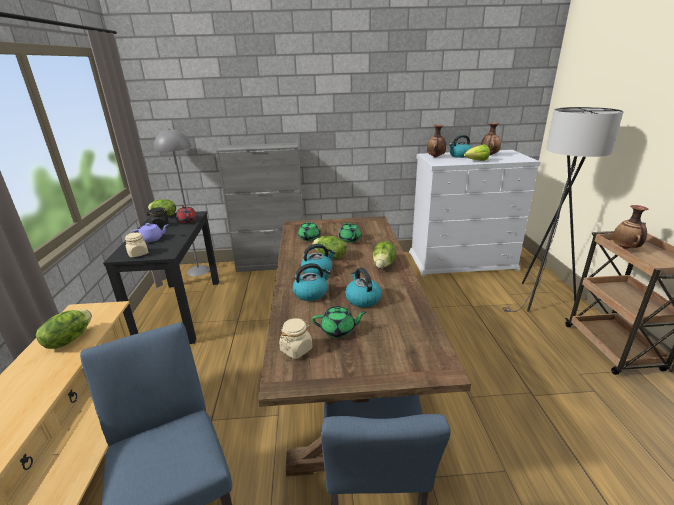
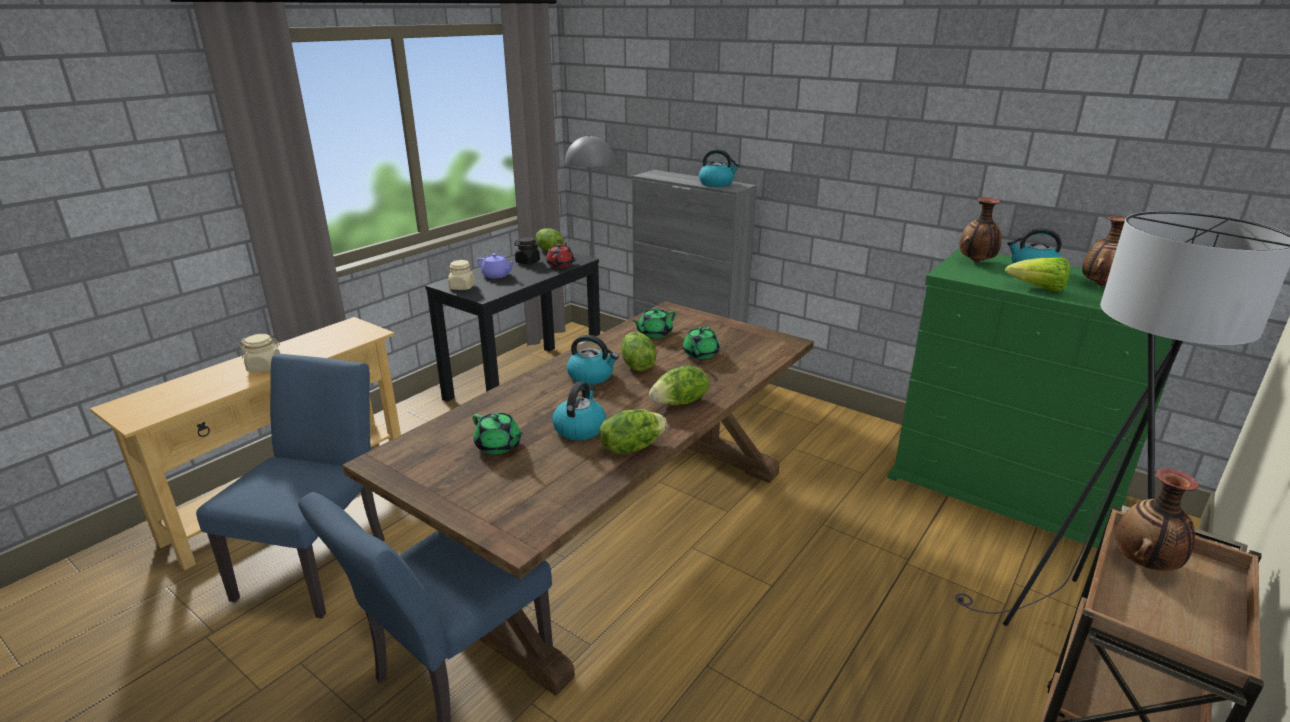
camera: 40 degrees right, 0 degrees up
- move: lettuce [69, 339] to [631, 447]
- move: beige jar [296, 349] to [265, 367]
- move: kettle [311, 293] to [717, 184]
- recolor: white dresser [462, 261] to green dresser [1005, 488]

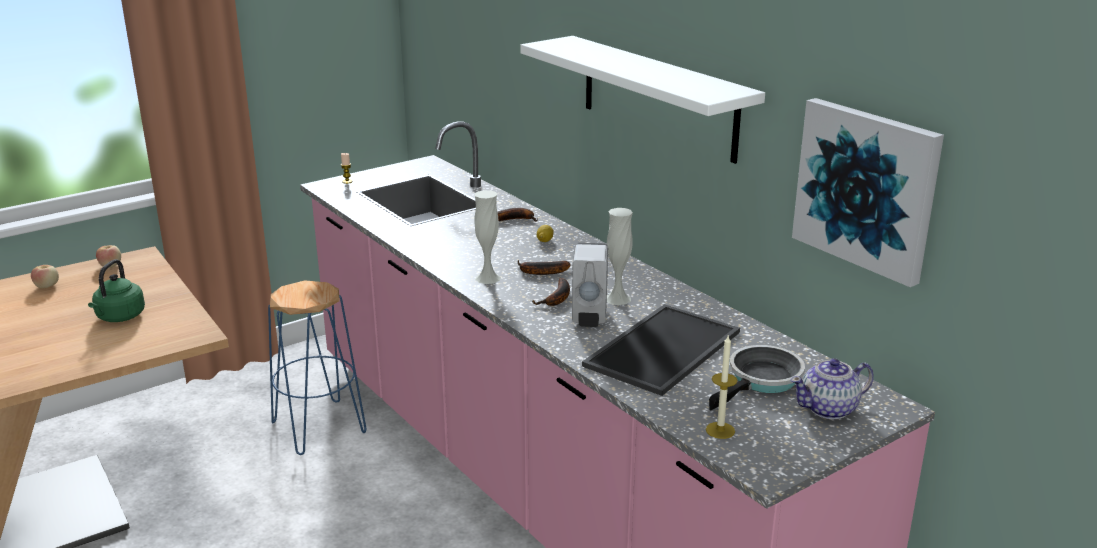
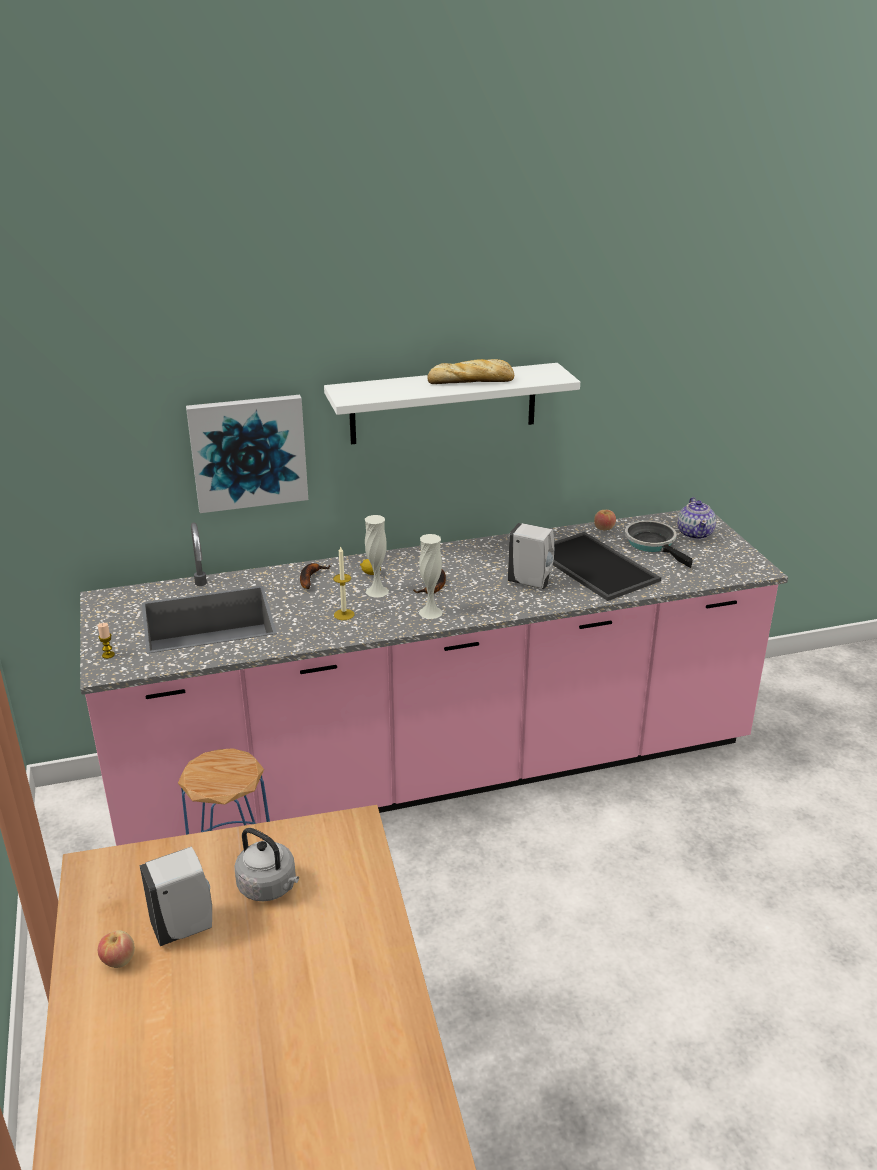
camera: 70 degrees left, 5 degrees up
- delete: banana [557, 299]
- insert: white soap dispenser [185, 926]
- insert: bread [472, 381]
- move: apple [110, 265] to [604, 528]
- move: white vase [617, 299] to [377, 591]
- move: candle [720, 430] to [344, 614]
- move: picture [866, 188] to [248, 452]
- recolor: green kettle [119, 317] to grey kettle [269, 887]

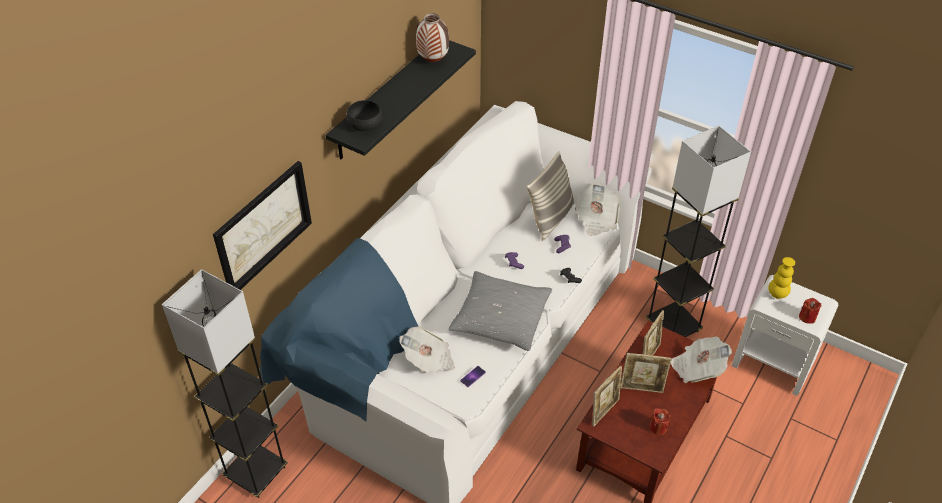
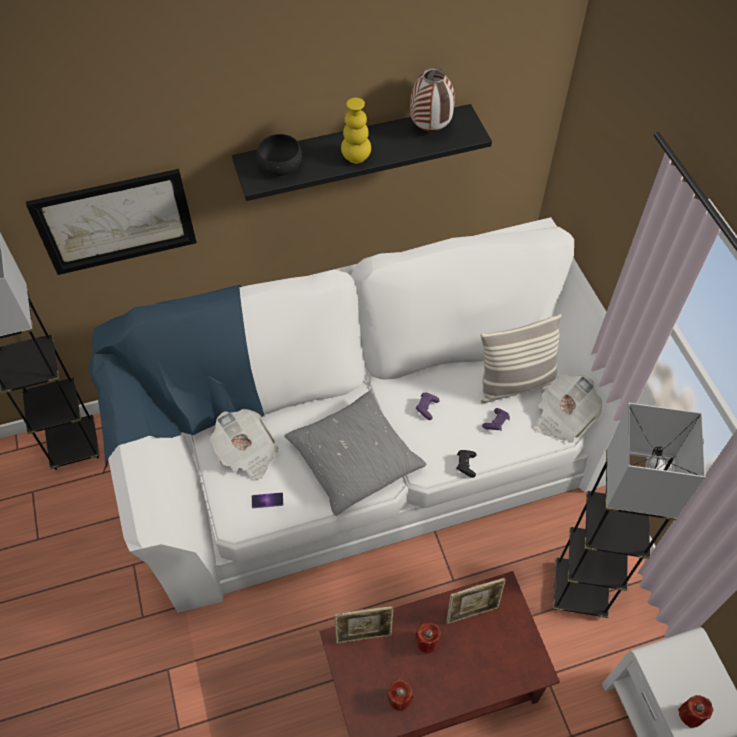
camera: 40 degrees right, 10 degrees up
- delete: newspaper [697, 368]
- move: yellow vase [777, 294] to [356, 157]
- replace: picture frame [642, 388] to red candle [427, 642]

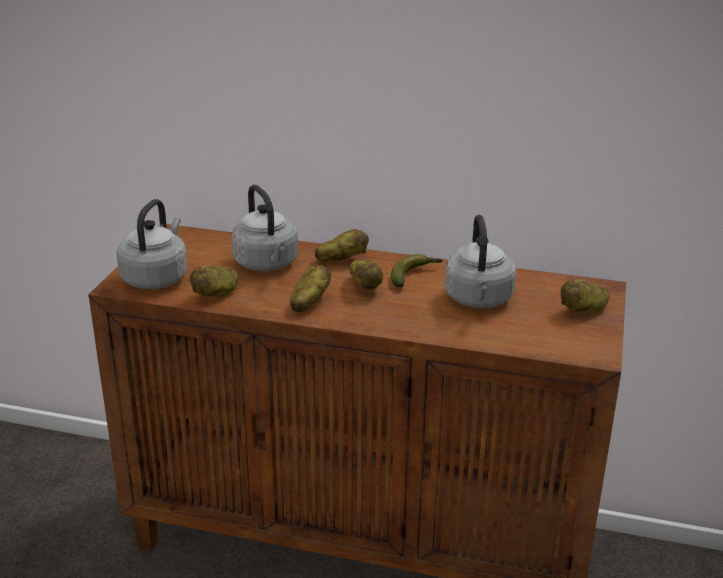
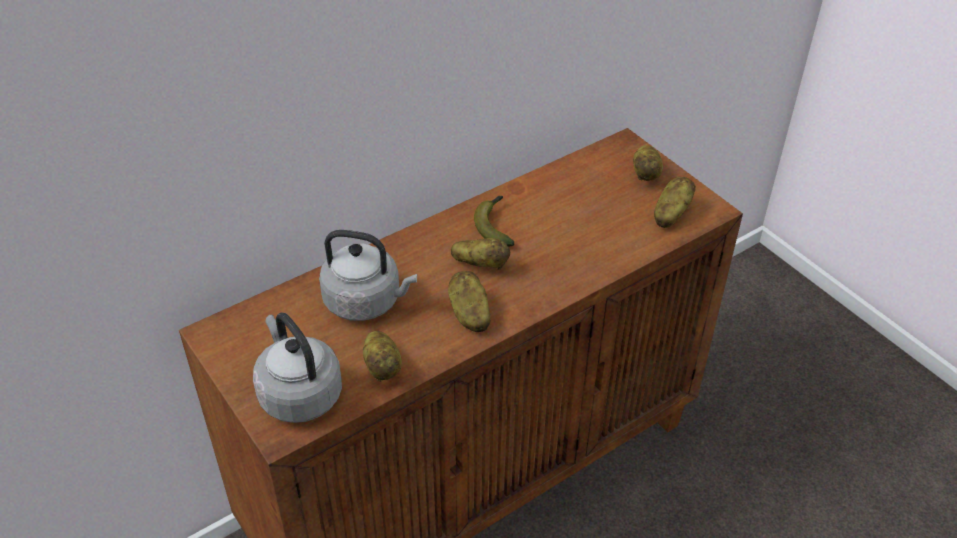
camera: 50 degrees left, 15 degrees up
- delete: grey kettle [478, 300]
- move: potato [342, 260] to [670, 214]

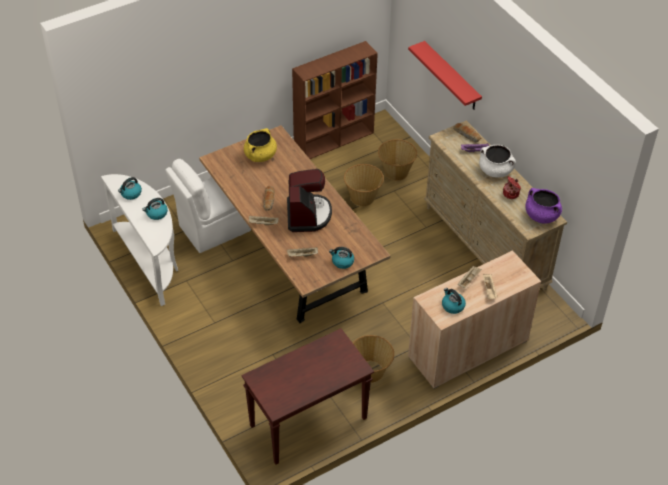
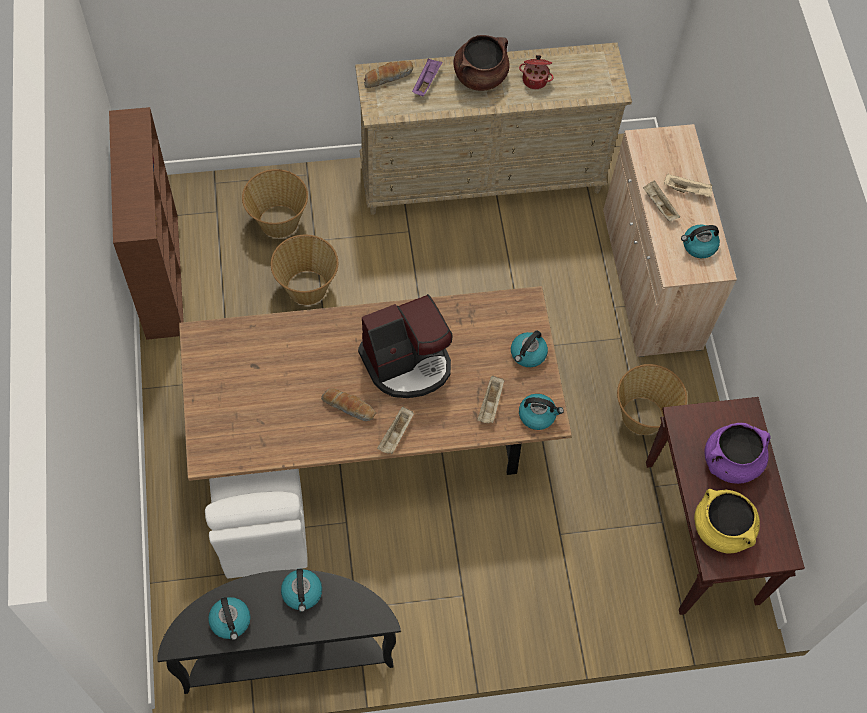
camera: 70 degrees left, 15 degrees up
- delete: red shelf [451, 77]
- insert: kettle [537, 415]
- move: yellow cooking pot [260, 156] to [722, 528]
- move: purple cooking pot [541, 216] to [731, 462]
- recolor: white console table [151, 261] to black console table [287, 652]
- recolor: white cooking pot [495, 171] to brown cooking pot [480, 76]
- rotate: coffee machine [308, 215] = [407, 363] 135 degrees clockwise

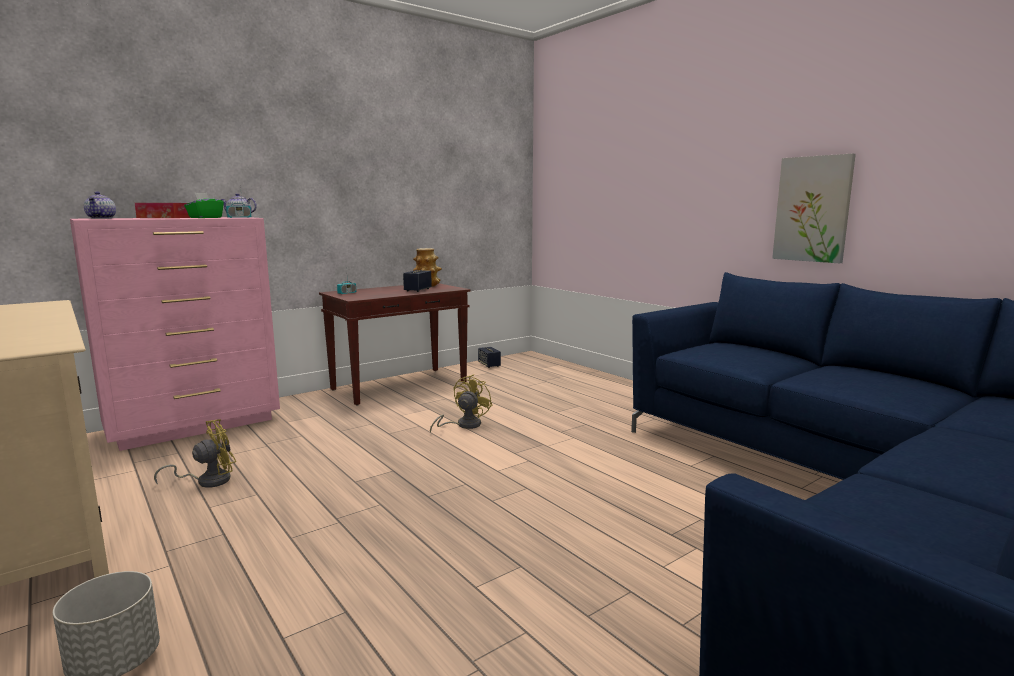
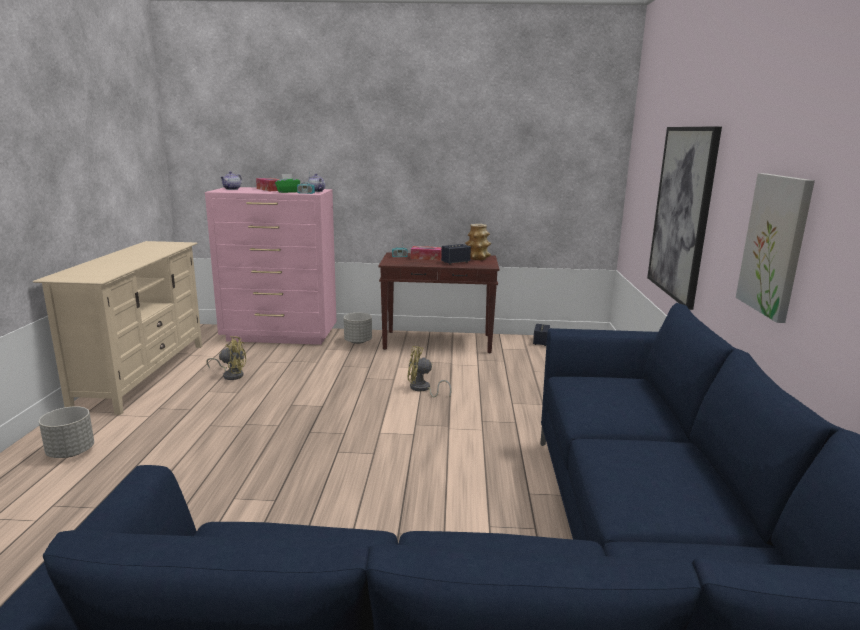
camera: 40 degrees right, 5 degrees up
- insert: grey planter [358, 341]
- insert: tissue box [426, 258]
- insert: picture [682, 213]
- rotate: yellow fan [463, 425] = [422, 389] 150 degrees counterclockwise

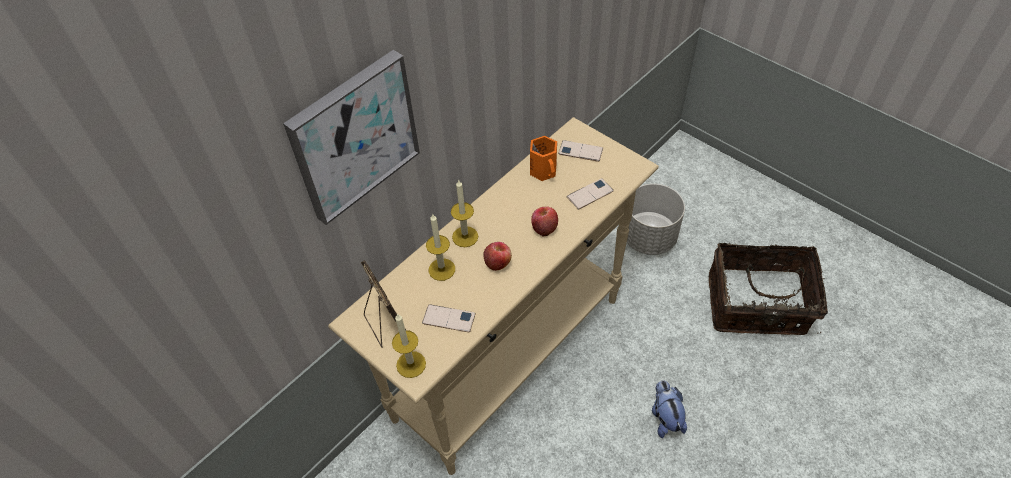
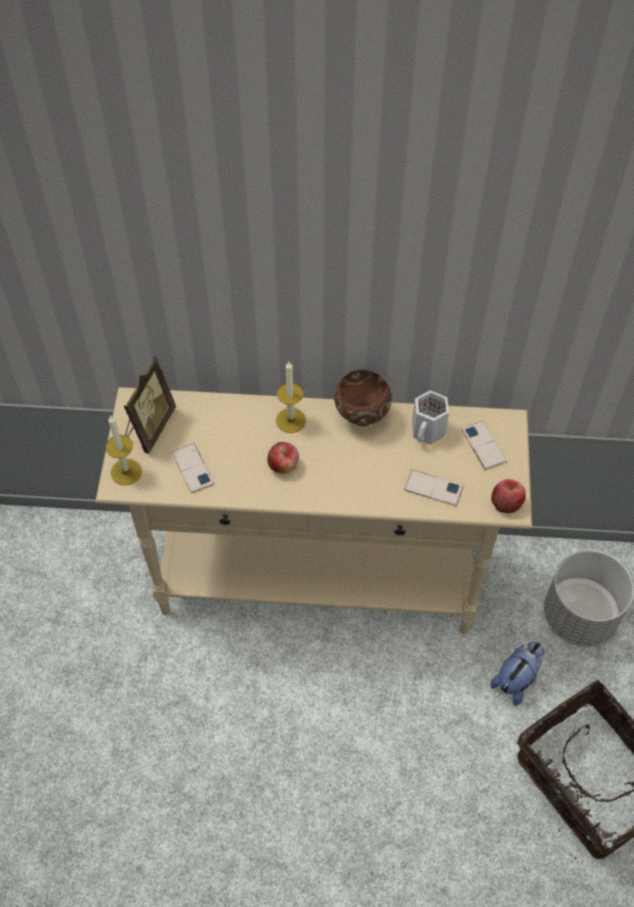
camera: 50 degrees right, 5 degrees up
- delete: picture [353, 136]
- delete: candle [441, 269]
- insert: brown bowl [360, 417]
- move: apple [544, 228] to [506, 503]
- move: plush toy [665, 417] to [516, 679]
- recolor: orange mug [544, 170] to white mug [428, 431]

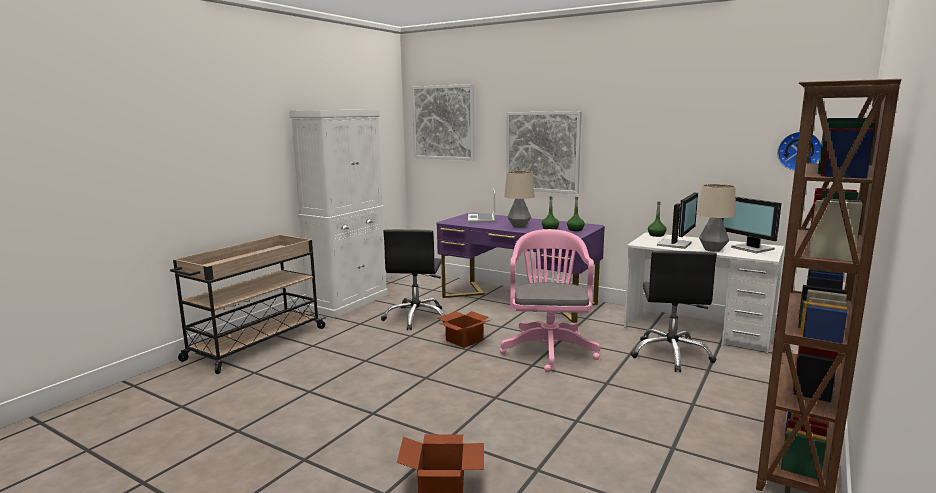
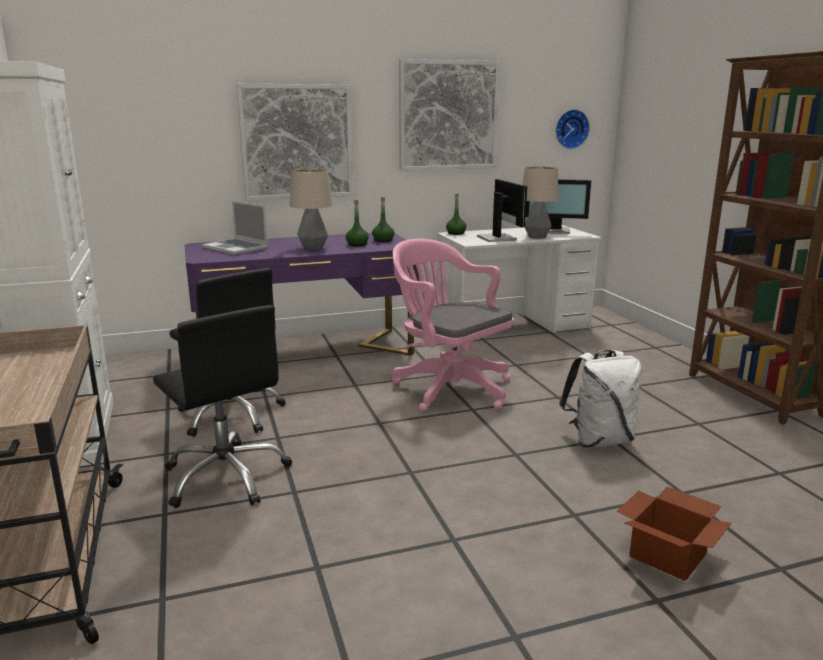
camera: 50 degrees left, 5 degrees up
- delete: cardboard box [464, 340]
- insert: white backpack [599, 440]
- move: picture [443, 122] to [448, 115]
- move: black office chair [671, 354] to [226, 476]

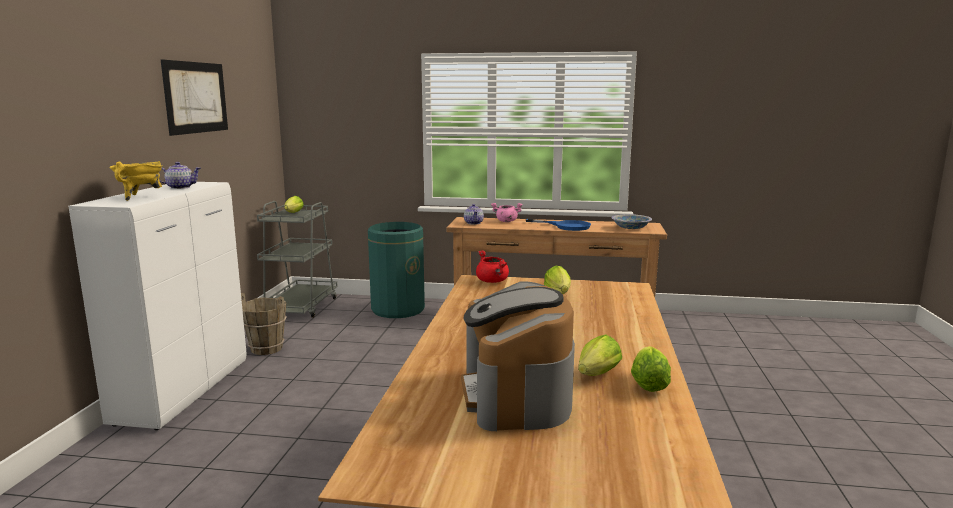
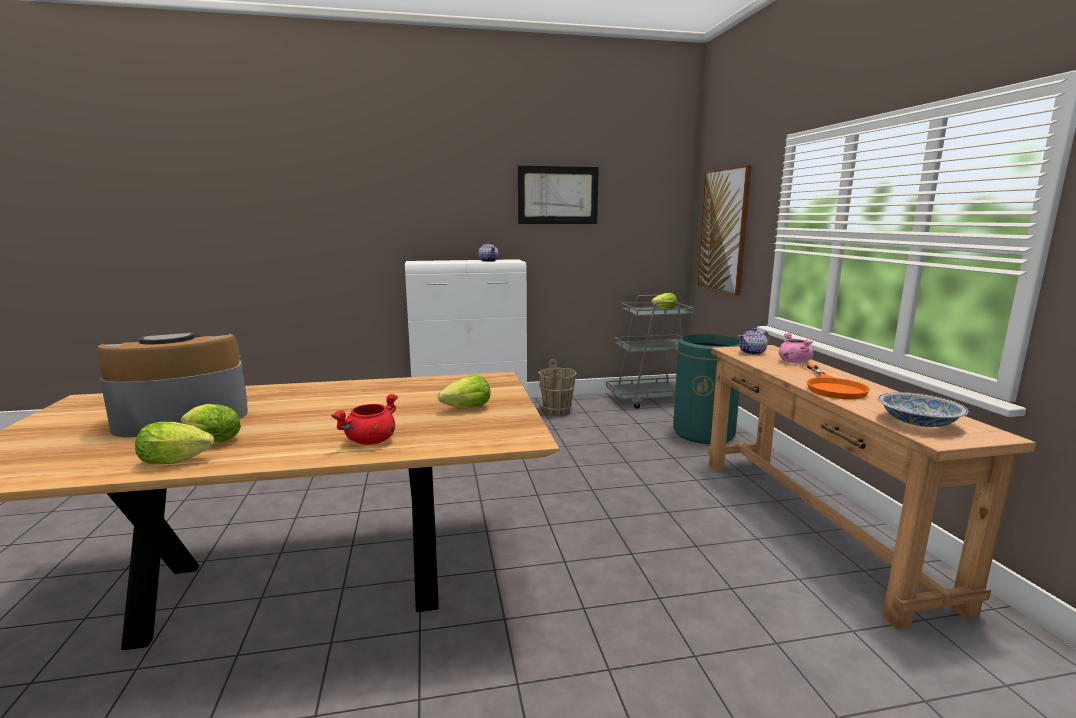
camera: 70 degrees right, 0 degrees up
- delete: yellow cooking pot [140, 197]
- insert: picture [724, 231]
- move: red cooking pot [493, 281] to [370, 441]
- recolor: blue frying pan [566, 226] to orange frying pan [833, 387]

